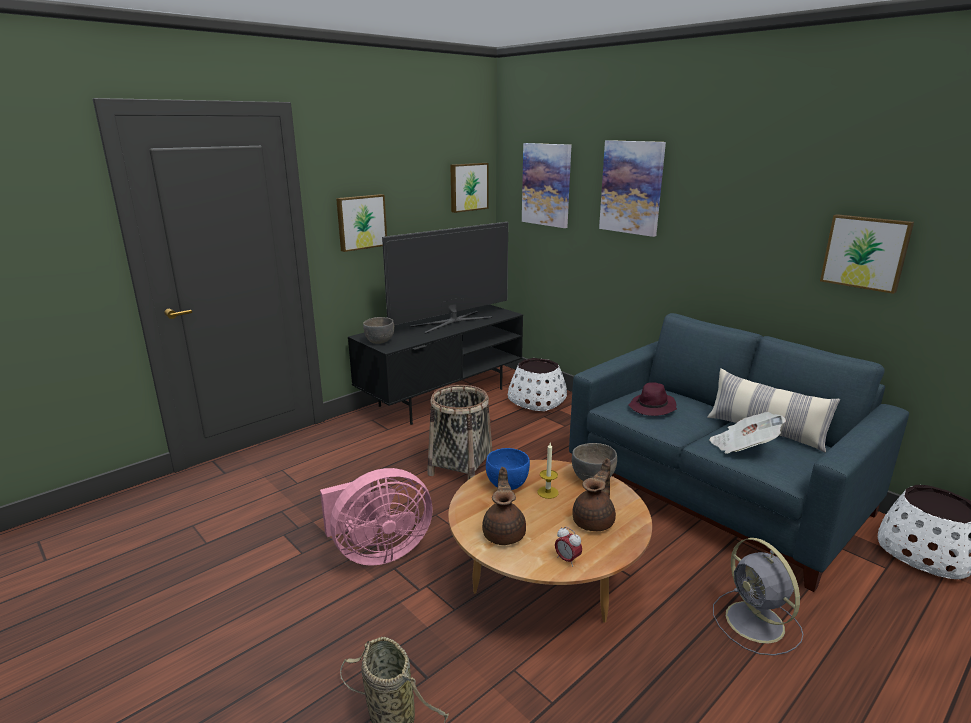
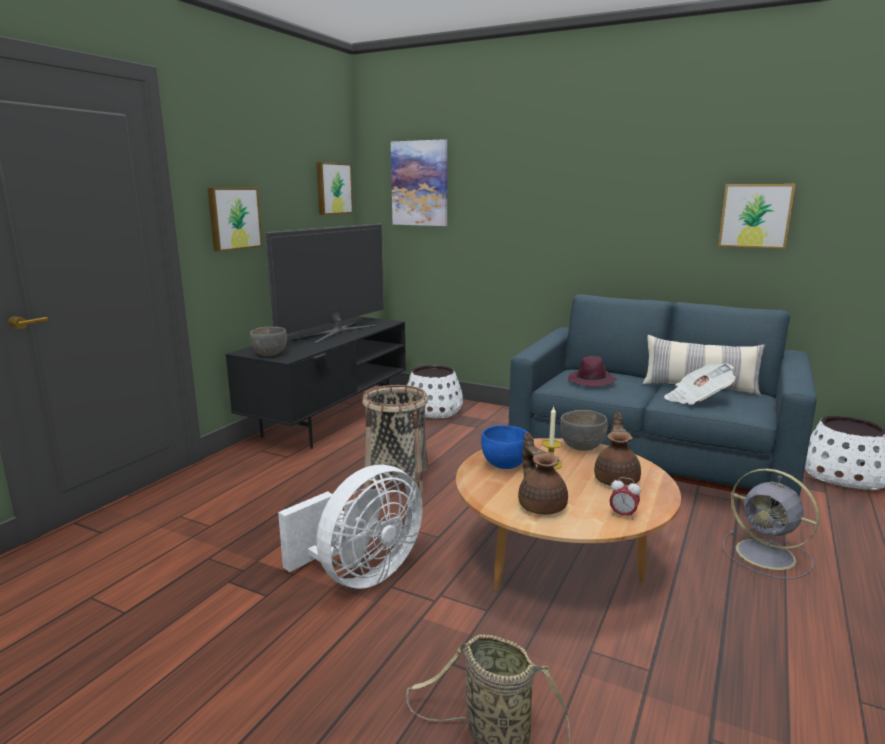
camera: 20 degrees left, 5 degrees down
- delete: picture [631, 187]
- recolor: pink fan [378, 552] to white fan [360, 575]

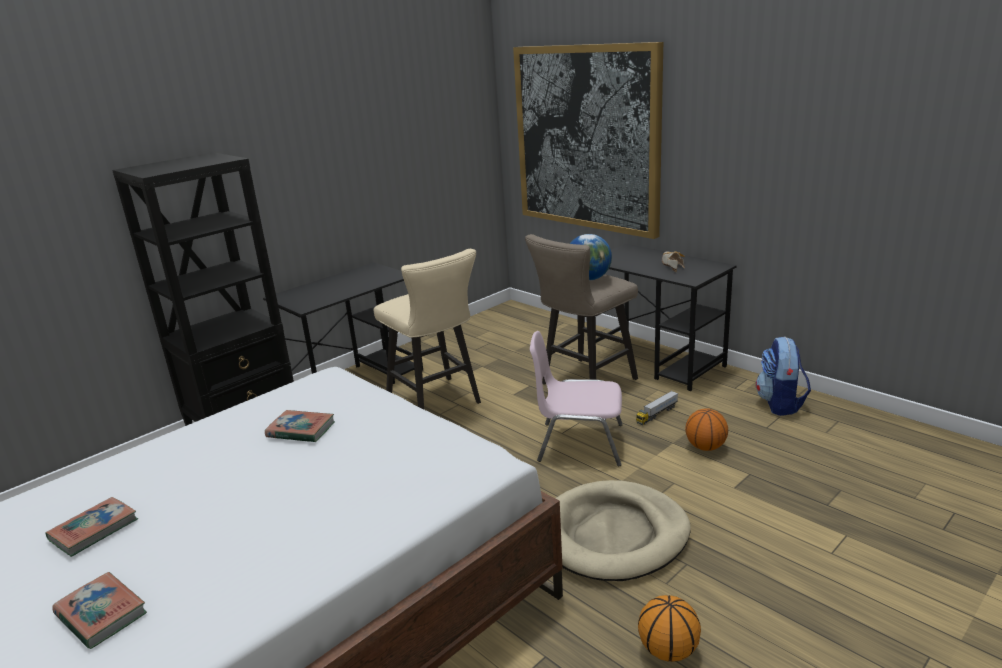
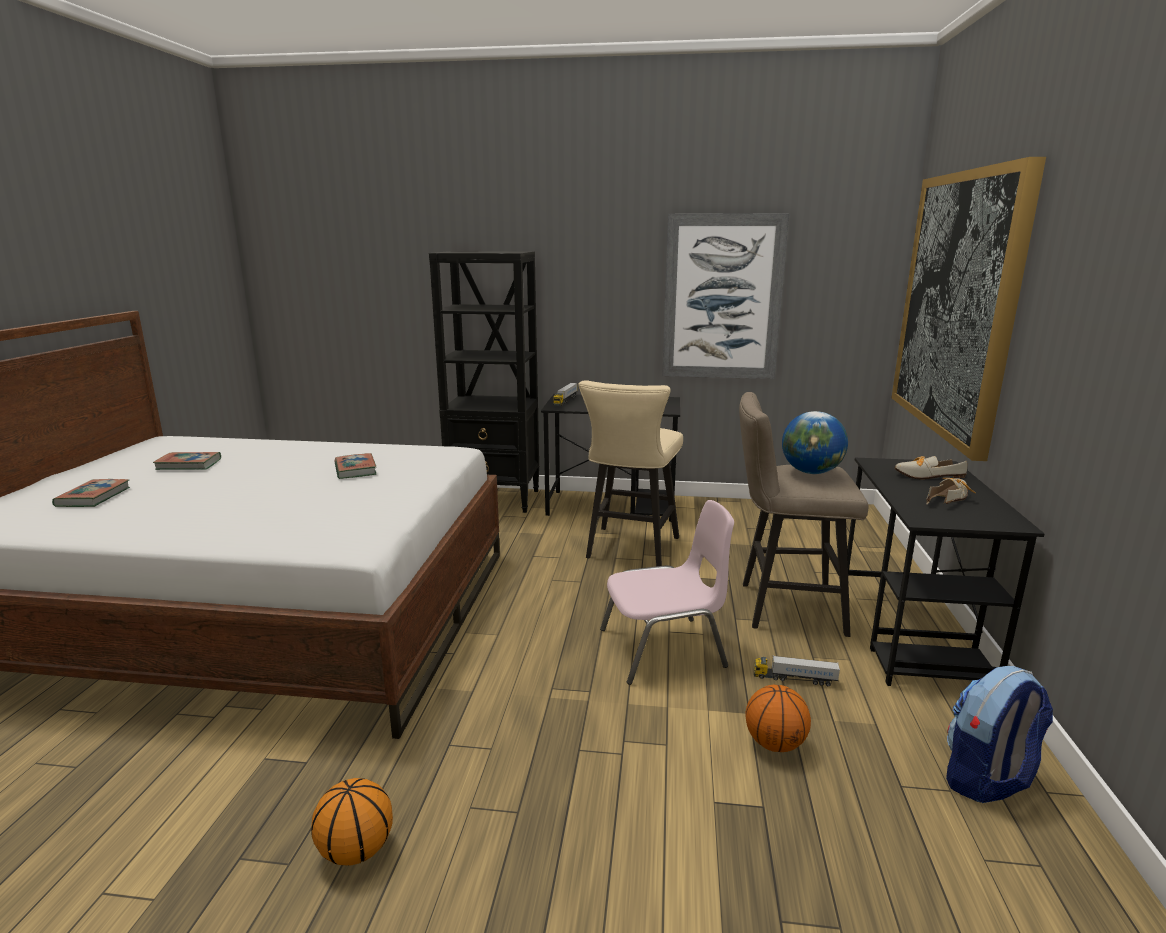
camera: 50 degrees right, 5 degrees down
- delete: beige dog bed [612, 535]
- insert: toy truck [565, 400]
- insert: picture [722, 298]
- insert: shoe [923, 475]
- rotate: pink chair [579, 443] = [664, 649] 105 degrees clockwise

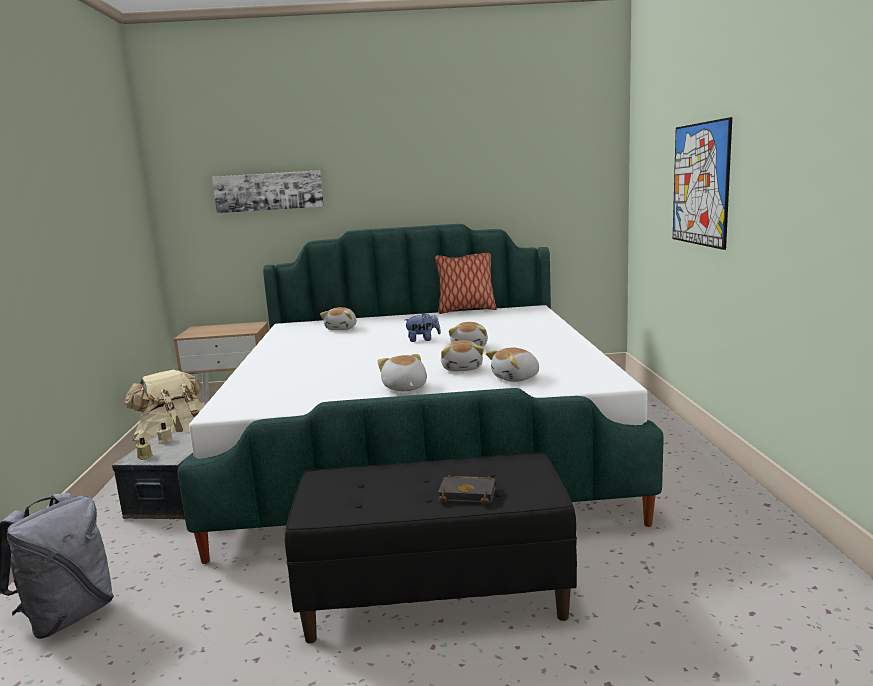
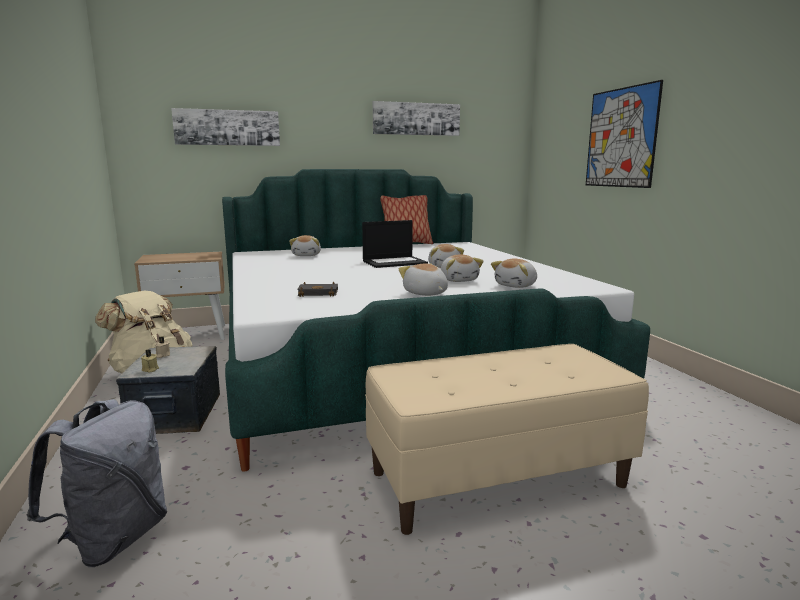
camera: 15 degrees left, 0 degrees up
- insert: picture [416, 119]
- move: black book [469, 493] to [319, 293]
- replace: plush toy [423, 340] to laptop [395, 262]
- recolor: black bench [436, 595] to beige bench [498, 478]

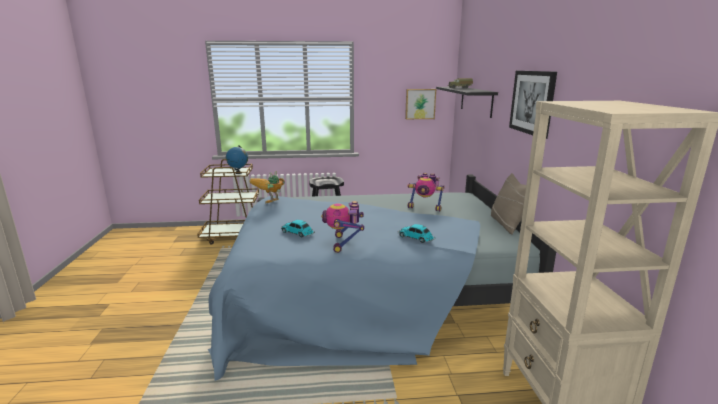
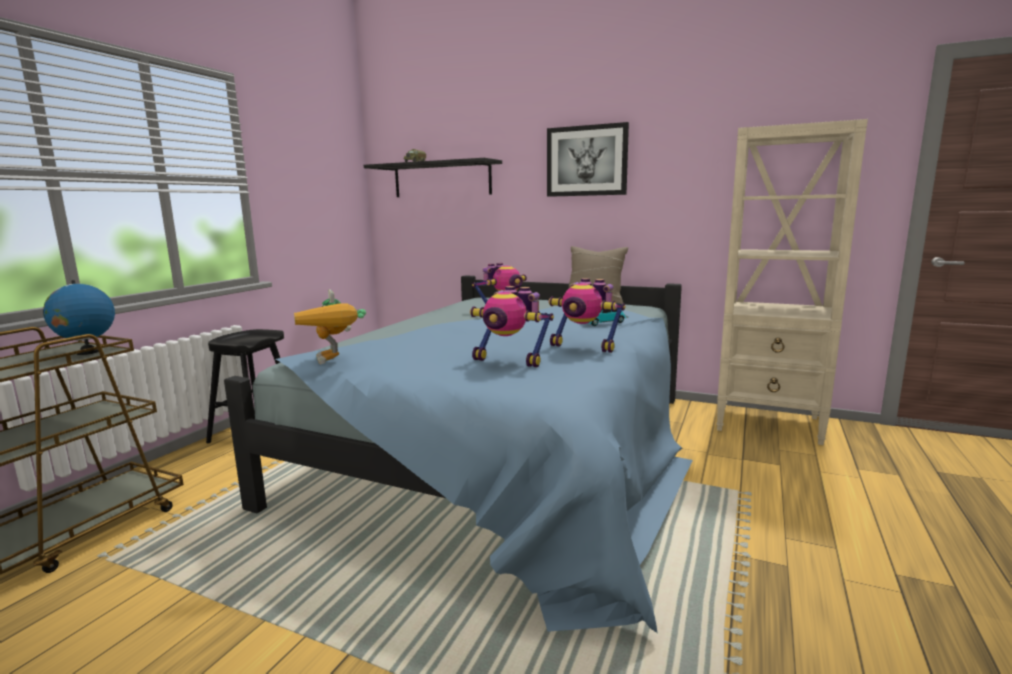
camera: 60 degrees left, 5 degrees down
- delete: picture [420, 104]
- replace: toy car [298, 233] to toy robot [510, 360]

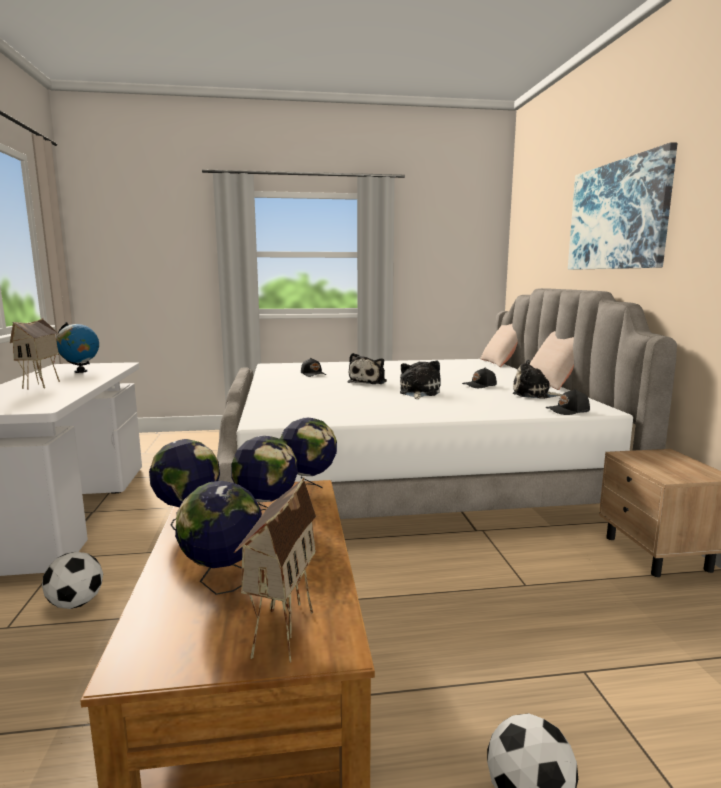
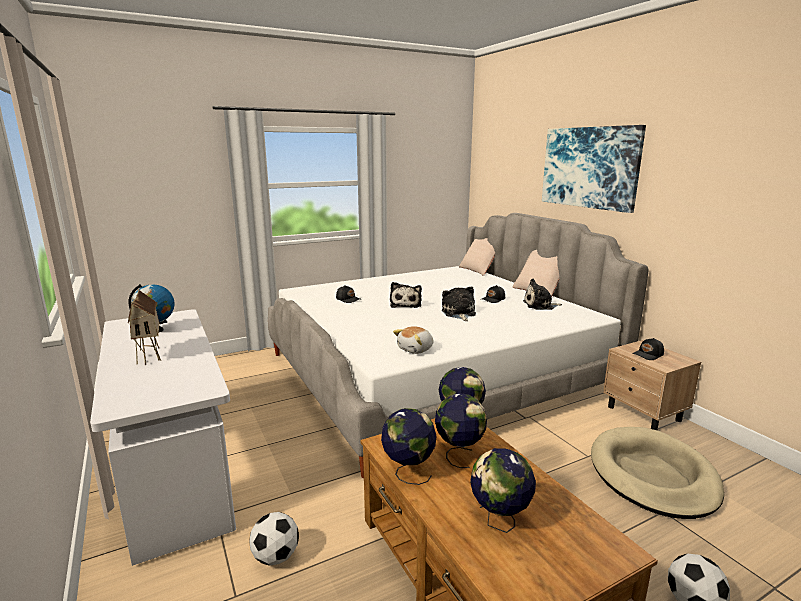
camera: 20 degrees left, 5 degrees up
- delete: toy house [279, 628]
- insert: plush toy [416, 349]
- insert: beige dog bed [652, 475]
- move: black cap [568, 411] to [648, 355]

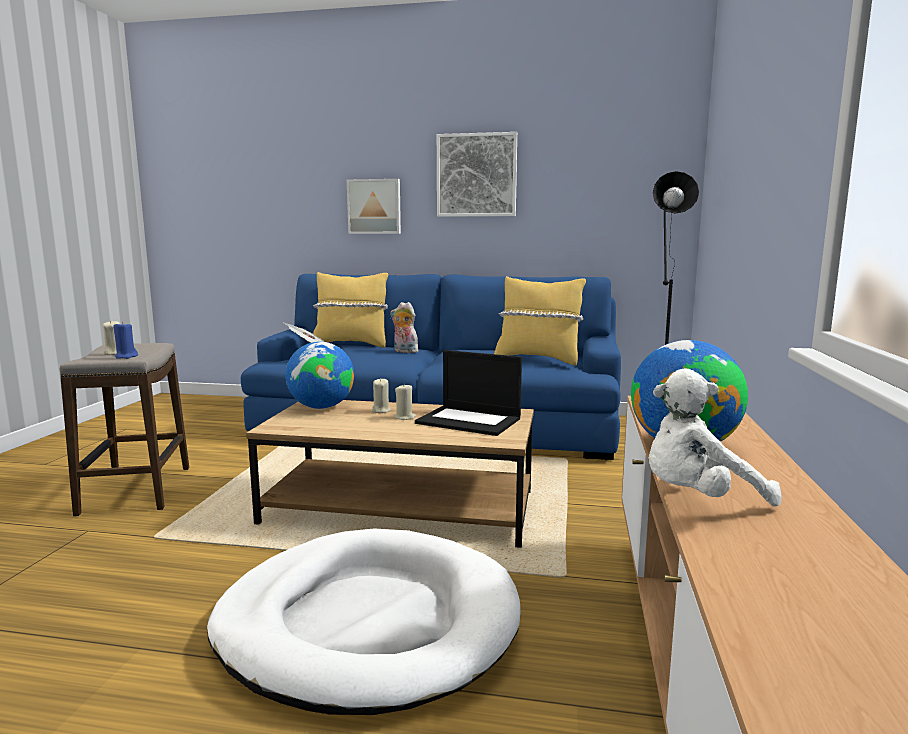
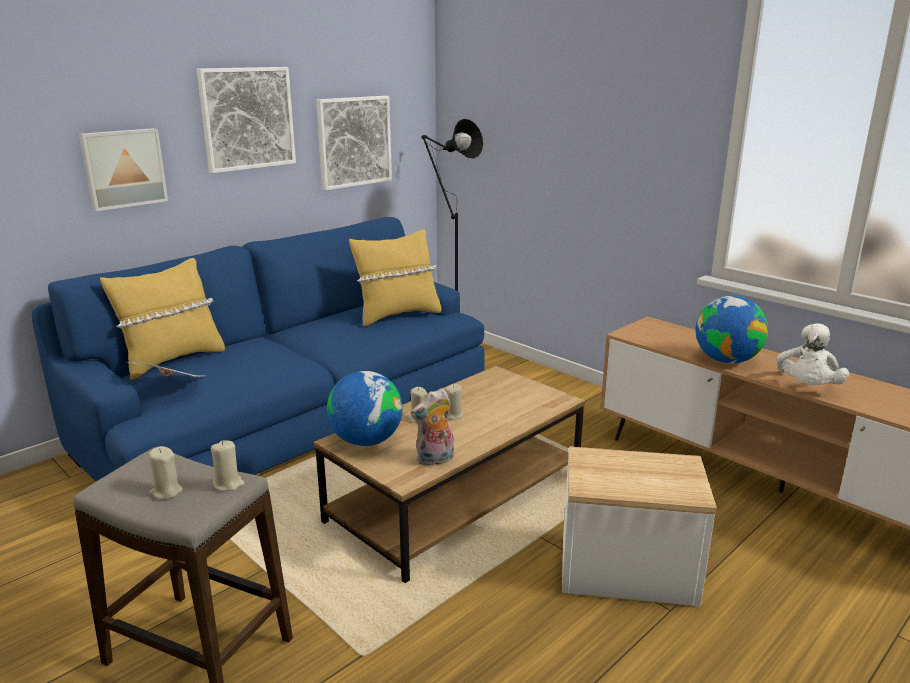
camera: 55 degrees left, 10 degrees up
- delete: laptop [470, 421]
- insert: picture [354, 141]
- move: plush toy [404, 351] to [435, 460]
- replace: white dog bed [368, 623] to side table [627, 571]
- recolor: blue candle [126, 356] to beige candle [228, 484]

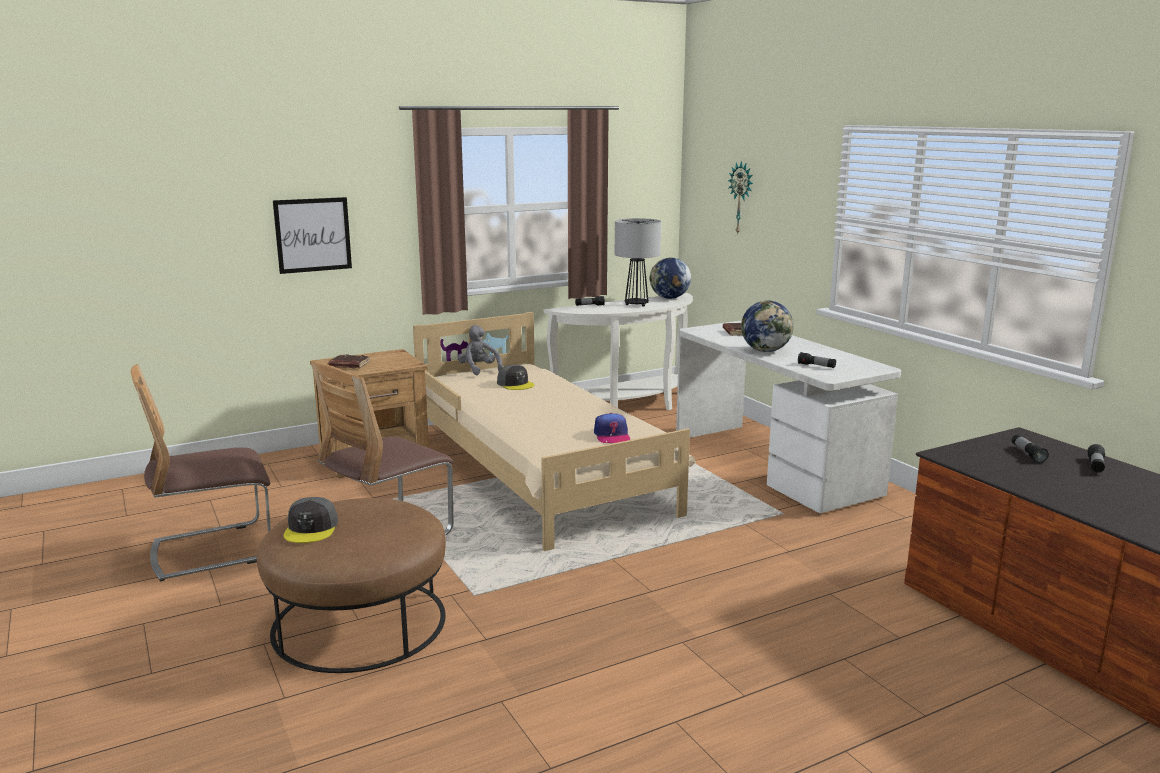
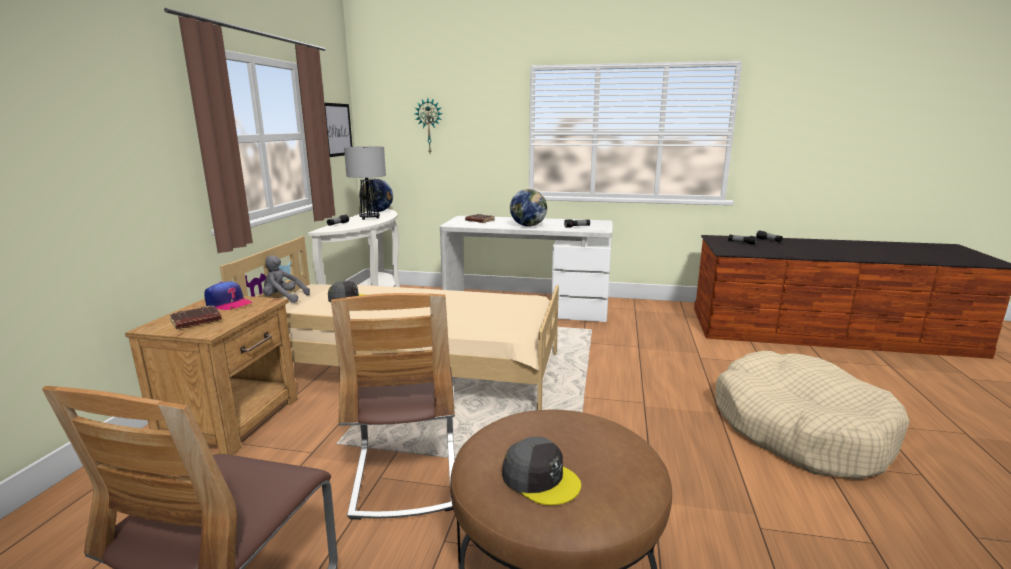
camera: 50 degrees left, 0 degrees up
- insert: beige dog bed [799, 429]
- move: picture [313, 235] to [337, 129]
- move: cap [612, 436] to [228, 303]

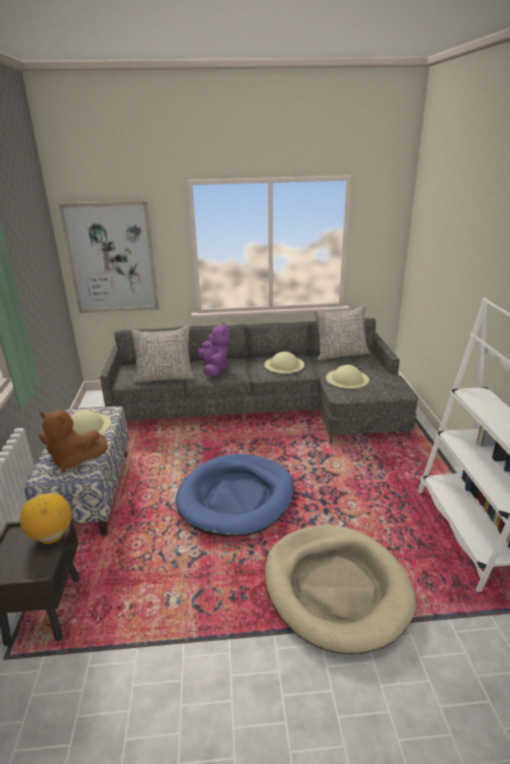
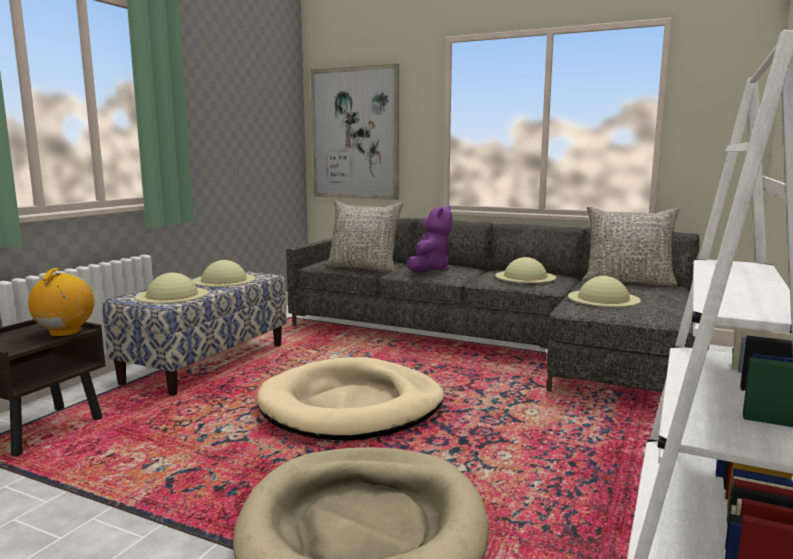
camera: 30 degrees right, 15 degrees down
- replace: brown plush toy [73, 460] to beige hat [172, 295]
- recolor: blue dog bed [236, 497] to beige dog bed [352, 406]

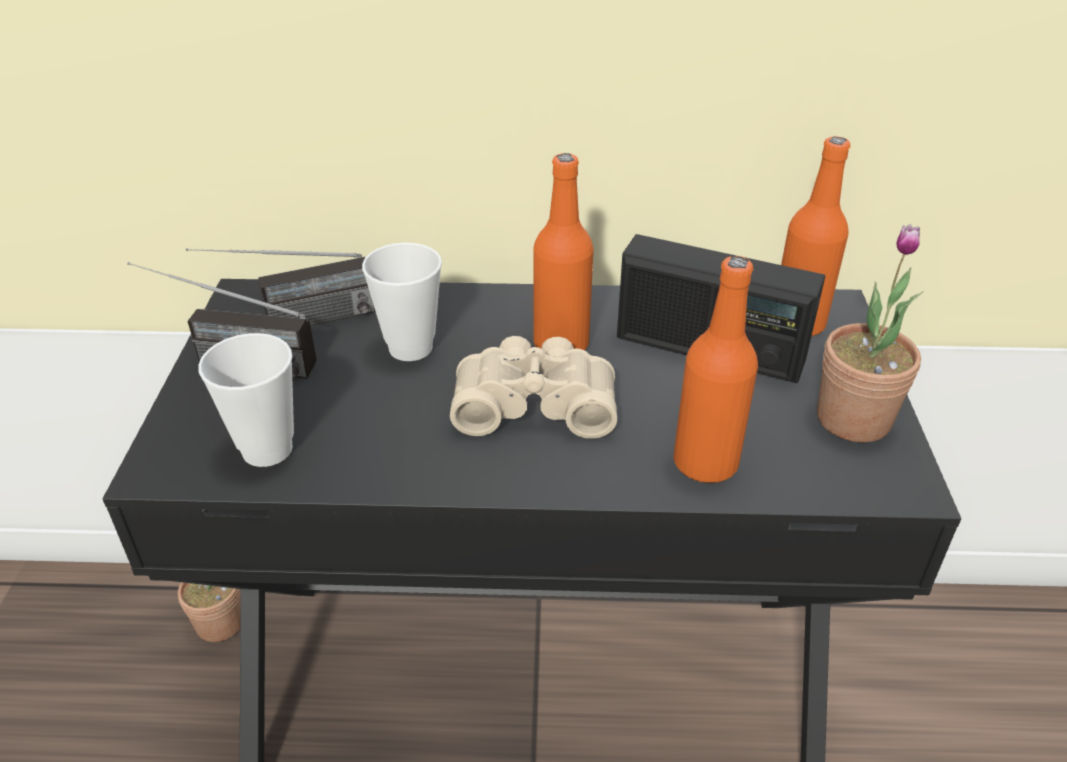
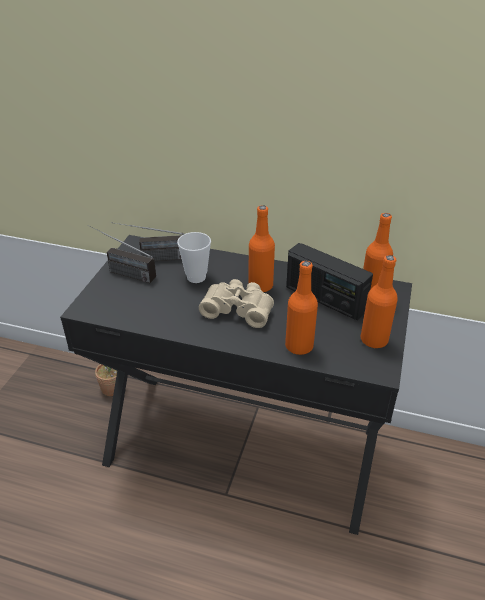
camera: 15 degrees right, 0 degrees up
- delete: cup [267, 449]
- replace: potted plant [853, 419] to orange bottle [374, 340]

